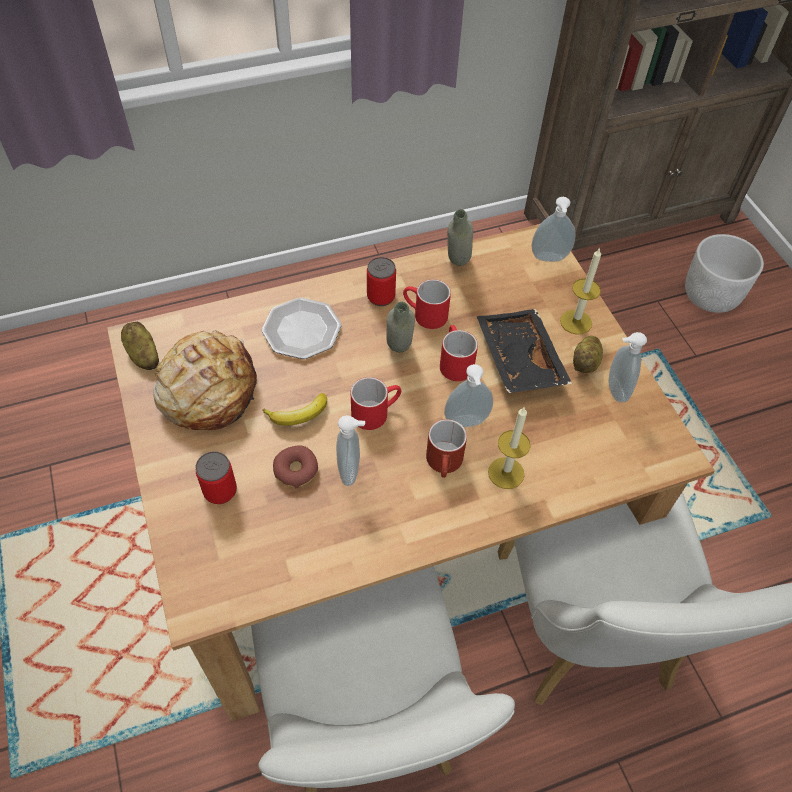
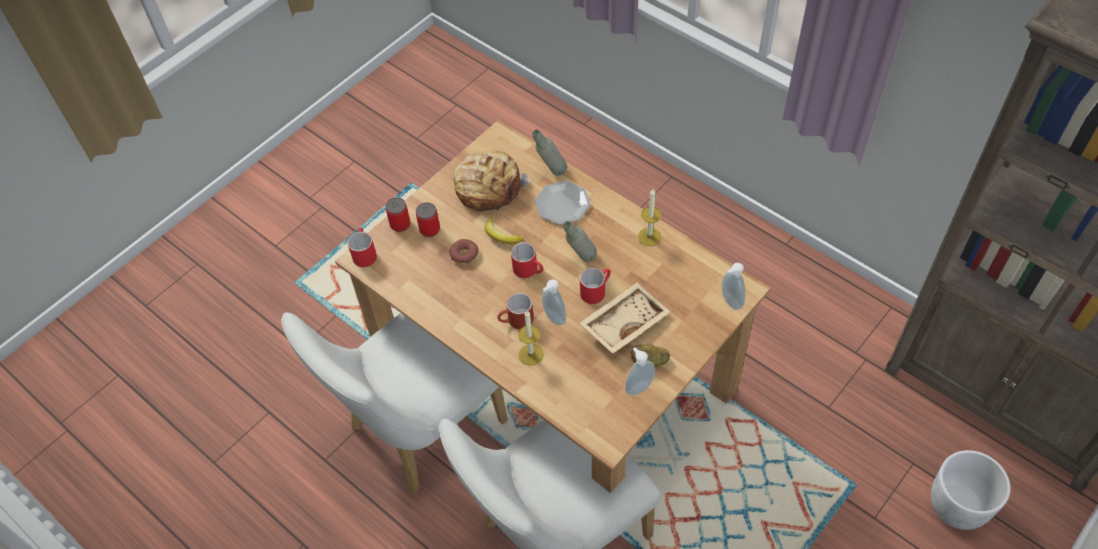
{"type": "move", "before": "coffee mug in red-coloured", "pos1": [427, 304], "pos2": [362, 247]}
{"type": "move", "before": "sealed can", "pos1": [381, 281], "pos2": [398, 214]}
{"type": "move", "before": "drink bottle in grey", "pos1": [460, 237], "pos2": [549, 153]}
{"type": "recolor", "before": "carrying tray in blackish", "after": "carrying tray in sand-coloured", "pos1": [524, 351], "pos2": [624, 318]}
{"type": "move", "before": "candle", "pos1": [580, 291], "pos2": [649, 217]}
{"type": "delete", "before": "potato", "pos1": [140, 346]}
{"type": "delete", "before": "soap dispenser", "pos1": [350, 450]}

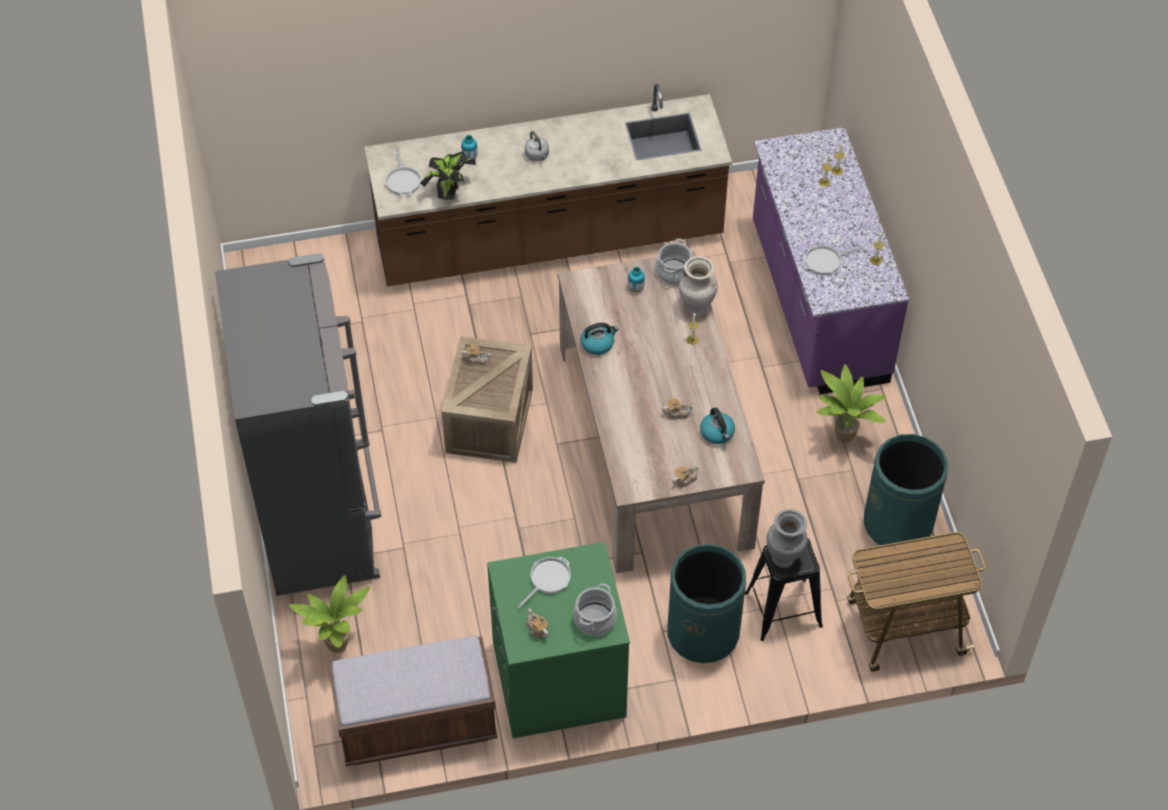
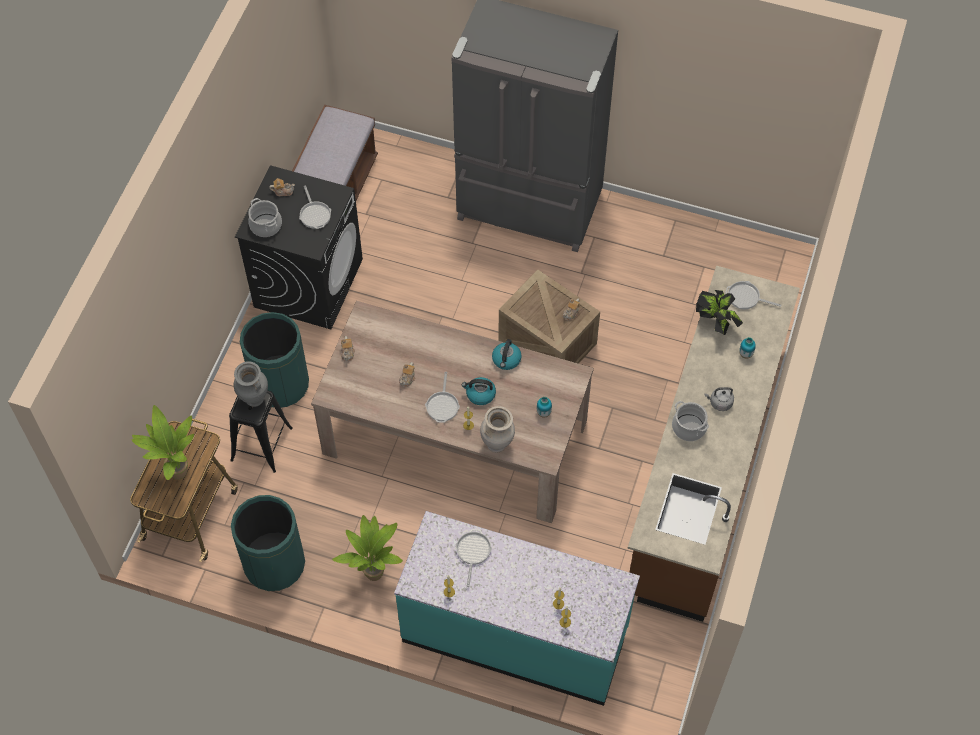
{"type": "move", "before": "potted plant", "pos1": [329, 614], "pos2": [162, 442]}
{"type": "recolor", "before": "washing machine in green-coloured", "after": "washing machine in blackish", "pos1": [558, 640], "pos2": [299, 247]}
{"type": "recolor", "before": "kitchen base unit in purple-coloured", "after": "kitchen base unit in turquoise", "pos1": [831, 260], "pos2": [517, 608]}
{"type": "insert", "after": "pan", "pos2": [442, 397]}
{"type": "move", "before": "water kettle", "pos1": [717, 426], "pos2": [479, 391]}
{"type": "move", "before": "cooking pot", "pos1": [673, 261], "pos2": [690, 421]}

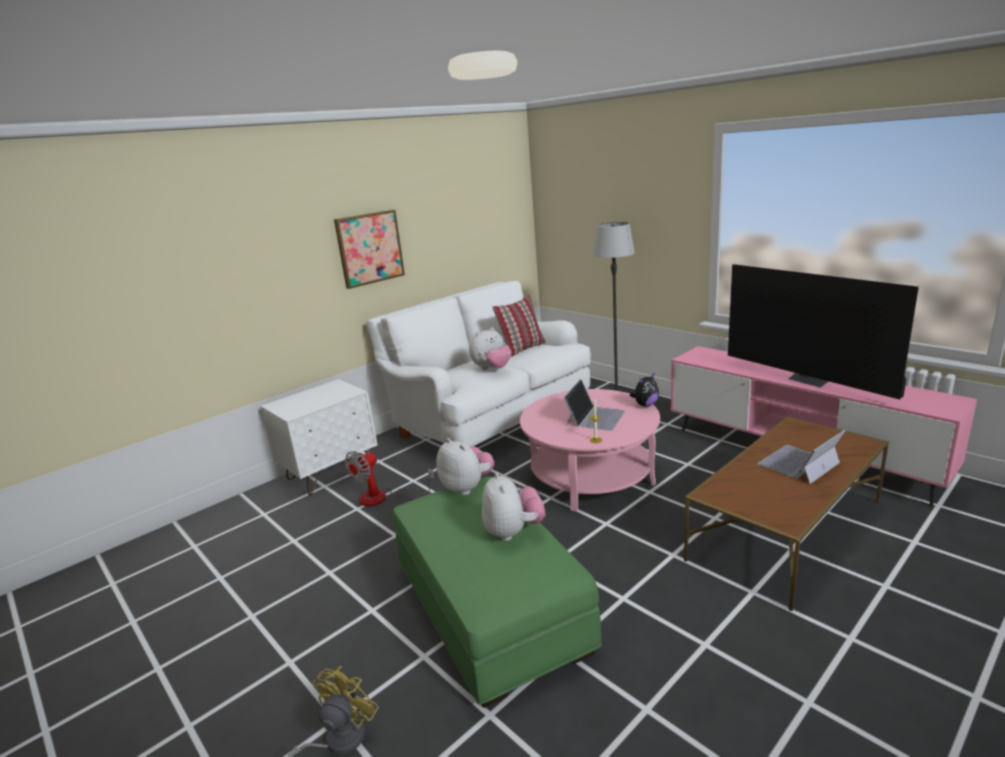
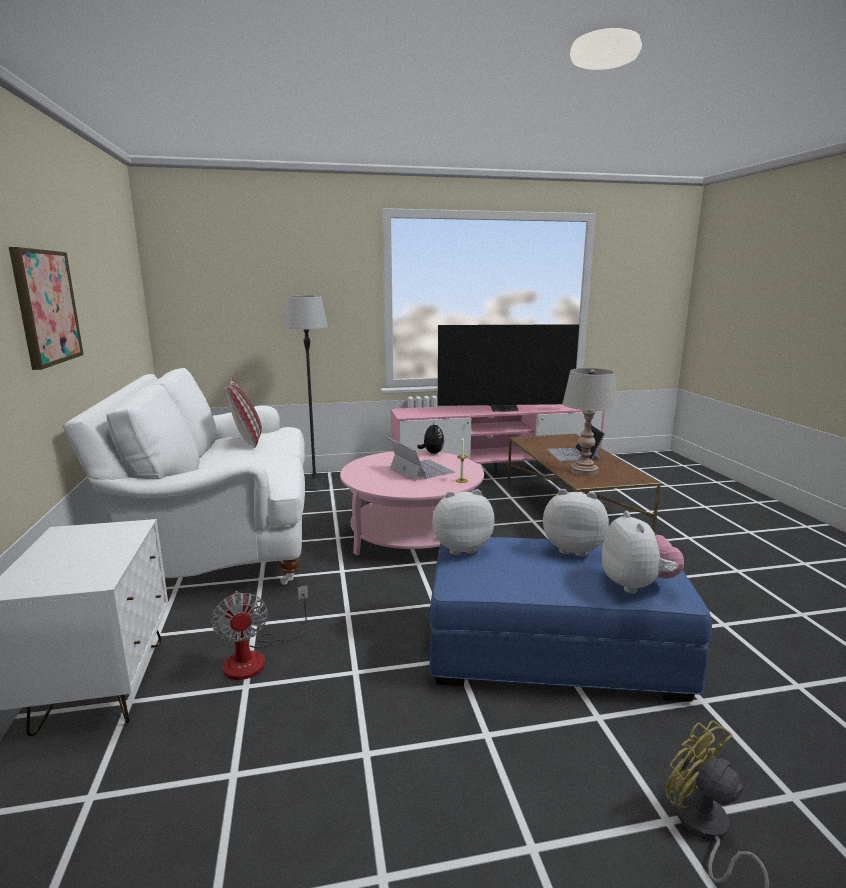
{"type": "recolor", "before": "ottoman in green-coloured", "after": "ottoman in blue-coloured", "pos1": [497, 592], "pos2": [570, 619]}
{"type": "insert", "after": "table lamp in grey", "pos2": [590, 422]}
{"type": "move", "before": "plush toy", "pos1": [490, 348], "pos2": [643, 552]}

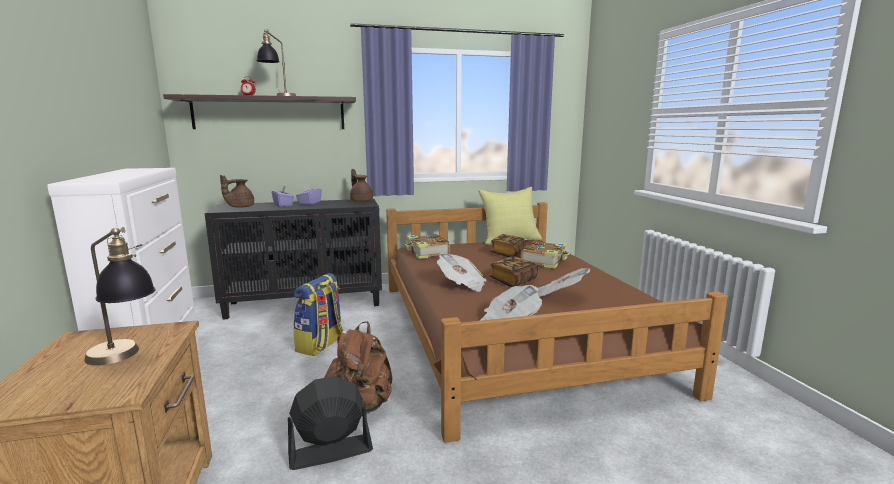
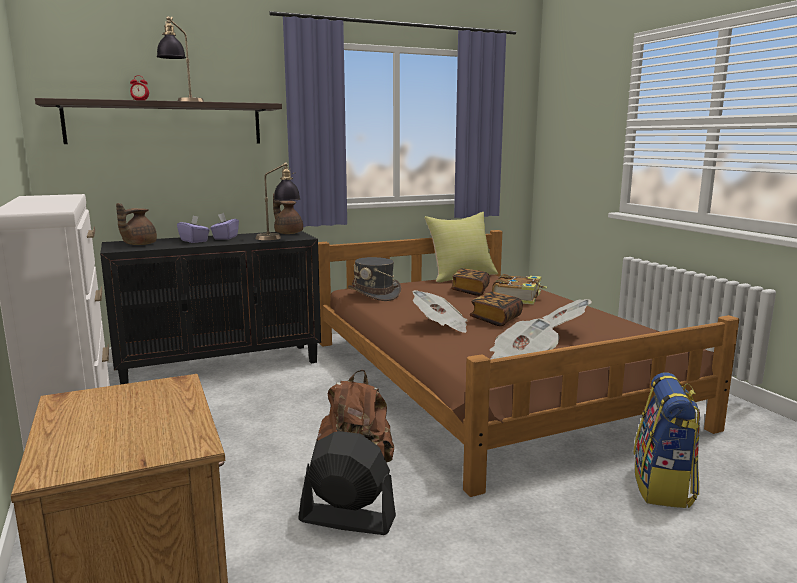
{"type": "move", "before": "table lamp", "pos1": [120, 296], "pos2": [277, 201]}
{"type": "rotate", "before": "fan in blackish", "pos1": [330, 423], "pos2": [347, 483], "turn": 45}
{"type": "replace", "before": "book", "after": "hat in grey", "pos1": [427, 246], "pos2": [374, 279]}
{"type": "move", "before": "knapsack", "pos1": [319, 314], "pos2": [667, 440]}

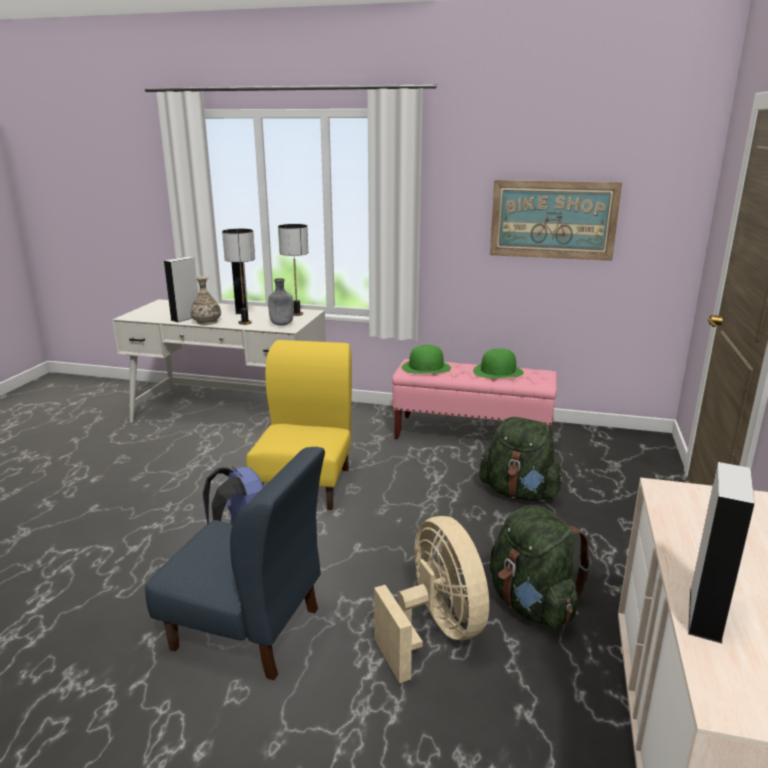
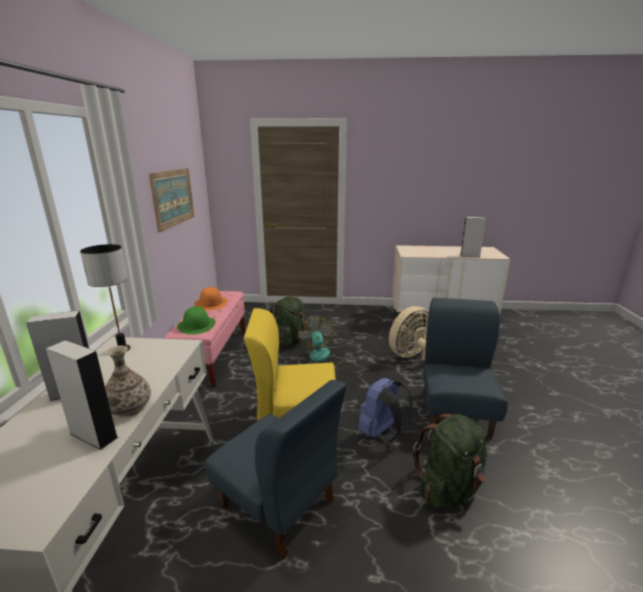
{"type": "recolor", "before": "hat in green-coloured", "after": "hat in orange-coloured", "pos1": [498, 363], "pos2": [211, 298]}
{"type": "insert", "after": "plain chair in blue-coloured", "pos2": [275, 470]}
{"type": "insert", "after": "fan", "pos2": [320, 341]}
{"type": "move", "before": "knapsack in green-coloured", "pos1": [540, 567], "pos2": [449, 461]}
{"type": "delete", "before": "table lamp", "pos1": [238, 277]}
{"type": "delete", "before": "drink bottle in grey", "pos1": [281, 301]}

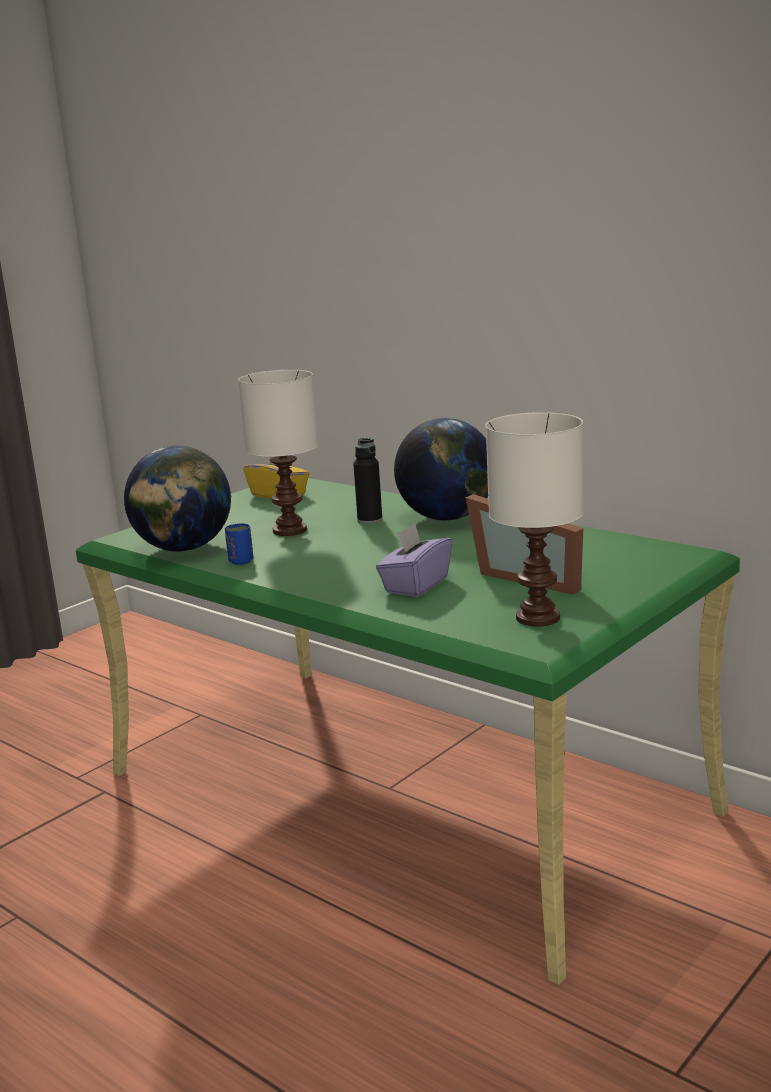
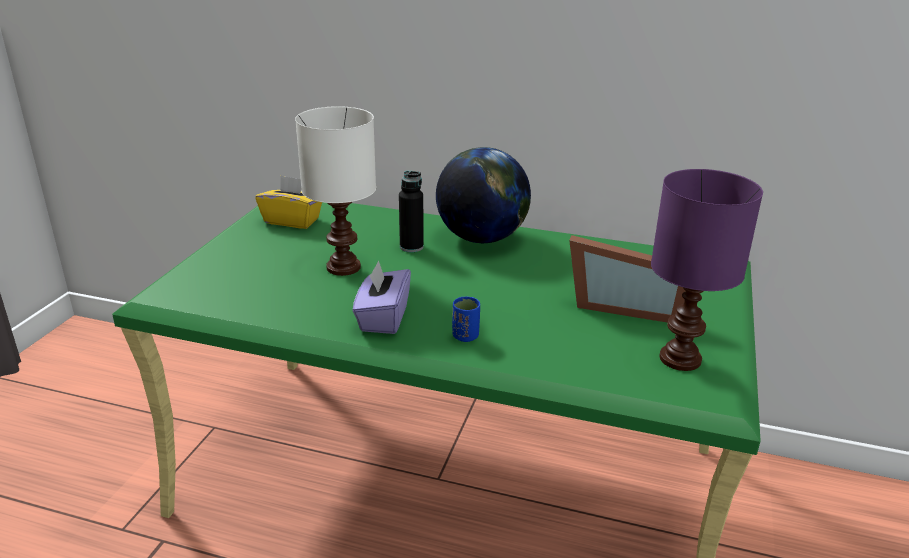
{"type": "move", "before": "tissue holder in purple-coloured", "pos1": [414, 560], "pos2": [382, 297]}
{"type": "move", "before": "cup in blue-coloured", "pos1": [239, 544], "pos2": [466, 319]}
{"type": "recolor", "before": "table lamp in white-coloured", "after": "table lamp in purple-coloured", "pos1": [534, 519], "pos2": [707, 270]}
{"type": "delete", "before": "globe", "pos1": [177, 499]}

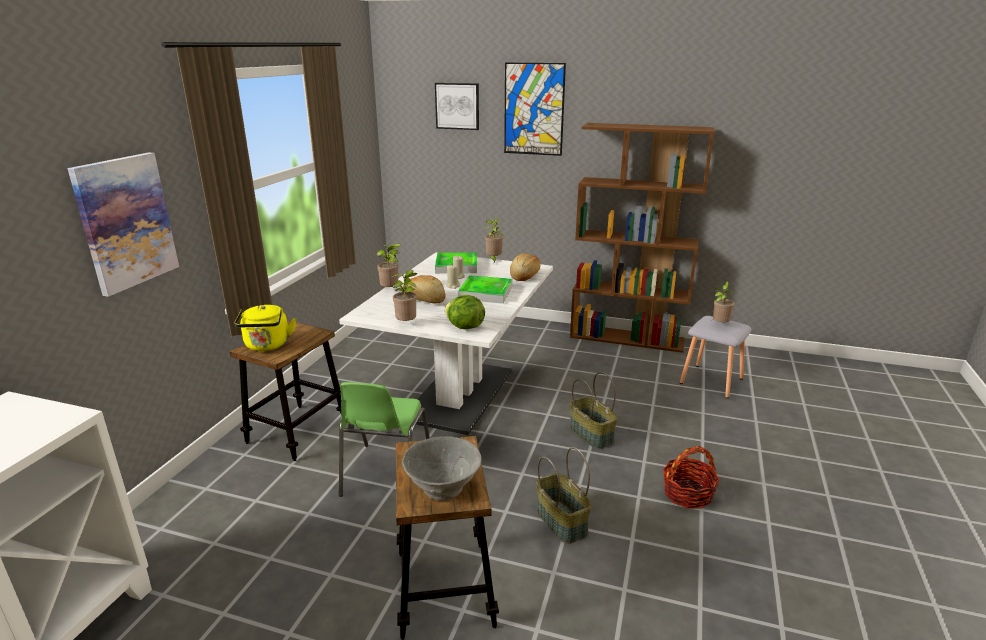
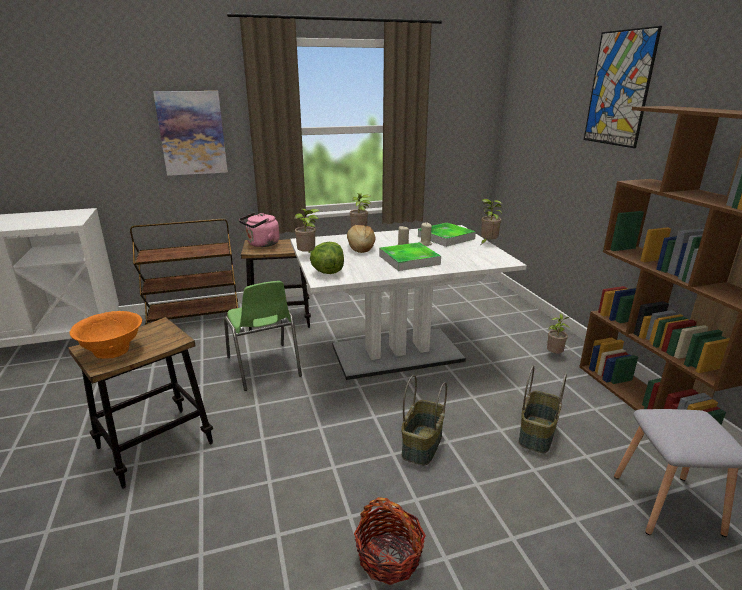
{"type": "recolor", "before": "serving bowl in grey", "after": "serving bowl in orange-coloured", "pos1": [442, 468], "pos2": [106, 335]}
{"type": "insert", "after": "cart in brown-coloured", "pos2": [184, 272]}
{"type": "rotate", "before": "plain chair in green-coloured", "pos1": [384, 439], "pos2": [263, 336], "turn": -90}
{"type": "recolor", "before": "water kettle in yellow-coloured", "after": "water kettle in pink-coloured", "pos1": [265, 328], "pos2": [259, 229]}
{"type": "move", "before": "household basket", "pos1": [564, 495], "pos2": [543, 409]}
{"type": "move", "before": "potted plant", "pos1": [724, 301], "pos2": [558, 333]}
{"type": "delete", "before": "wall picture", "pos1": [457, 106]}
{"type": "delete", "before": "baked bread", "pos1": [525, 267]}

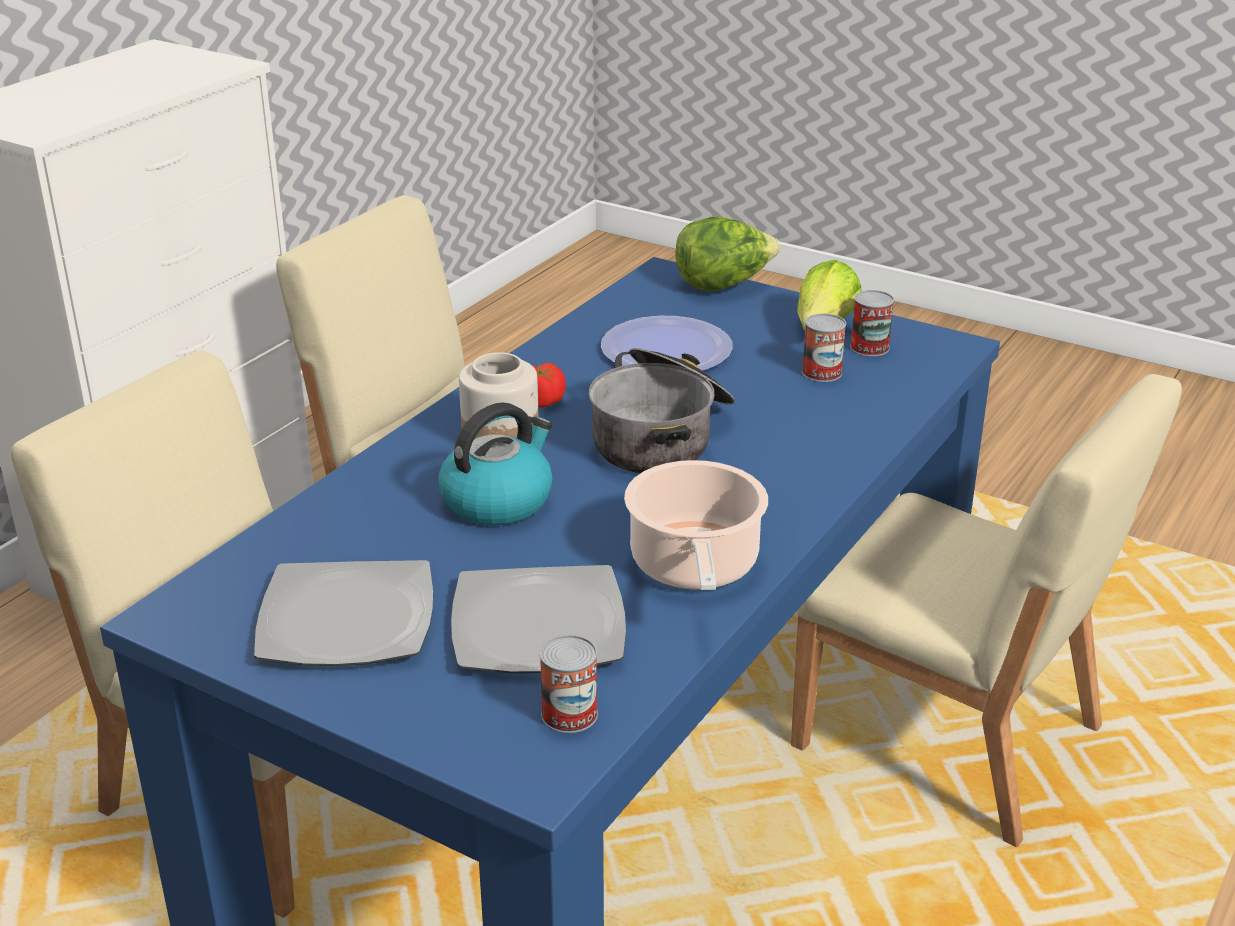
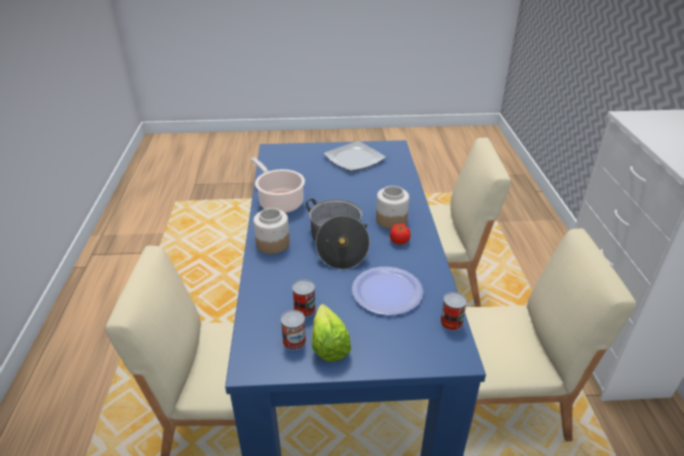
{"type": "insert", "after": "storage jar", "pos2": [271, 231]}
{"type": "move", "before": "sealed can", "pos1": [568, 684], "pos2": [453, 311]}
{"type": "delete", "before": "water kettle", "pos1": [495, 464]}
{"type": "delete", "before": "plate", "pos1": [538, 619]}
{"type": "delete", "before": "lettuce", "pos1": [728, 253]}

